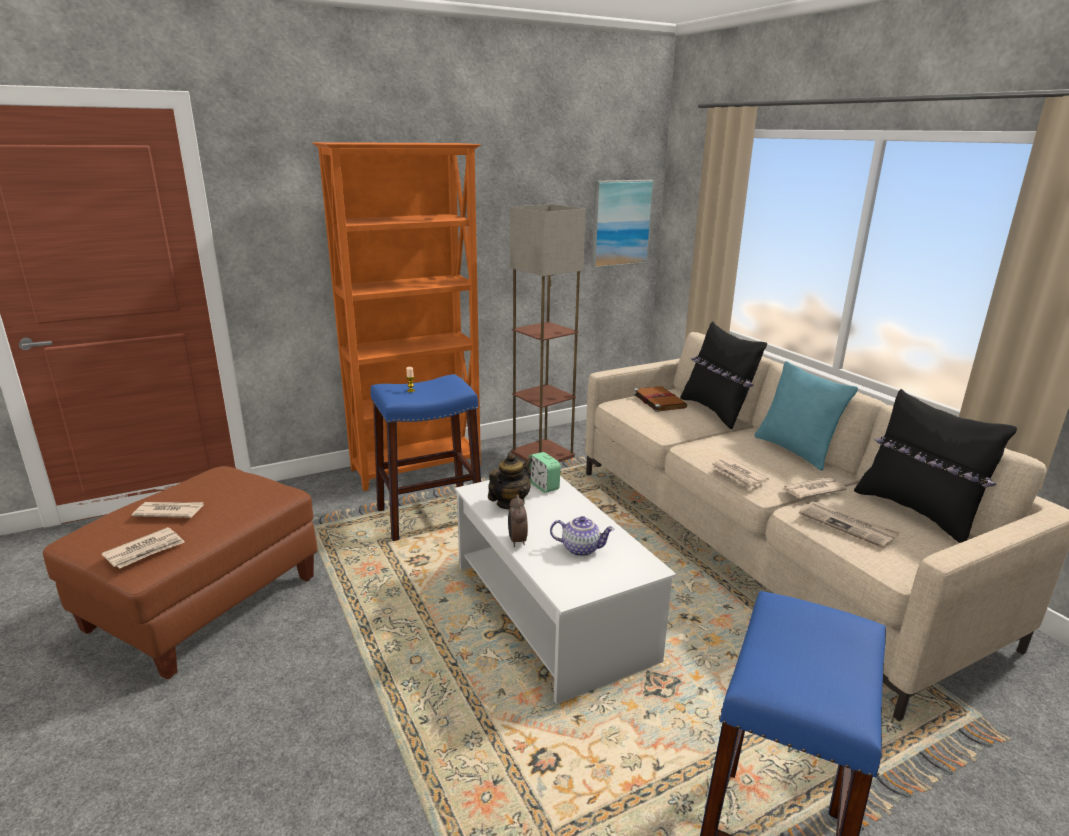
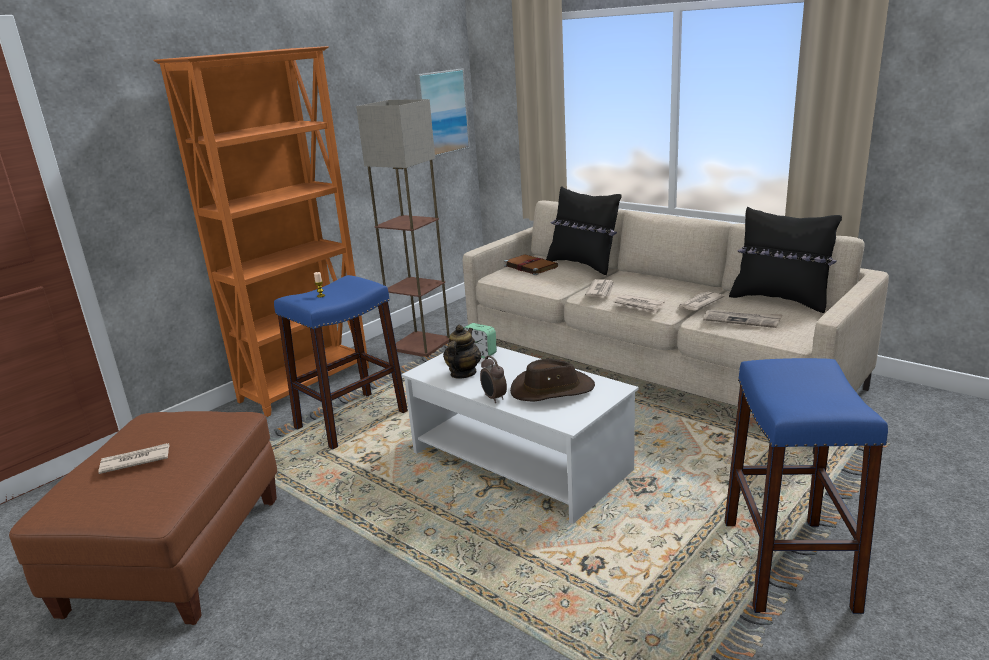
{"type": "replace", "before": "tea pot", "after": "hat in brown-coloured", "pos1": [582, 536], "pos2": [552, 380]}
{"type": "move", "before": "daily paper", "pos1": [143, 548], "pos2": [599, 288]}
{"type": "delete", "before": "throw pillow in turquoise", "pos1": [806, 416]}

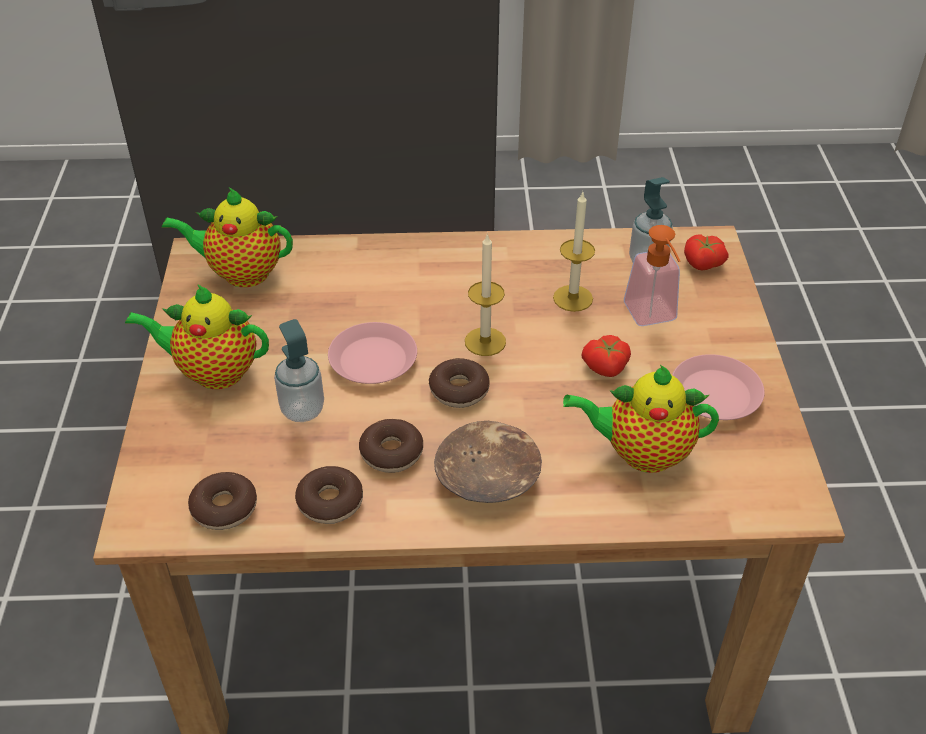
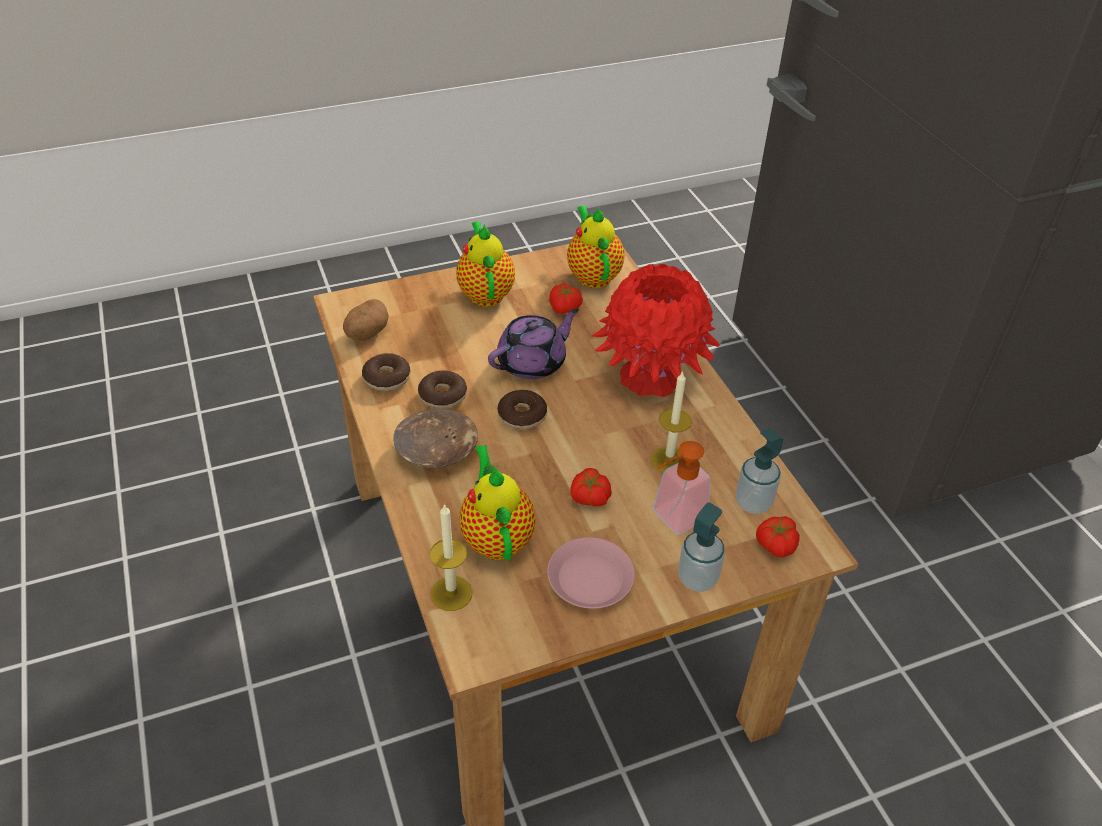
{"type": "replace", "before": "ring doughnut", "after": "potato", "pos1": [222, 501], "pos2": [366, 320]}
{"type": "move", "before": "candle", "pos1": [485, 294], "pos2": [451, 557]}
{"type": "replace", "before": "plate in pink-coloured", "after": "tea pot in purple-coloured", "pos1": [372, 353], "pos2": [533, 343]}
{"type": "insert", "after": "tomato", "pos2": [566, 298]}
{"type": "insert", "after": "vase in red-coloured", "pos2": [655, 330]}
{"type": "move", "before": "soap dispenser", "pos1": [299, 370], "pos2": [701, 547]}

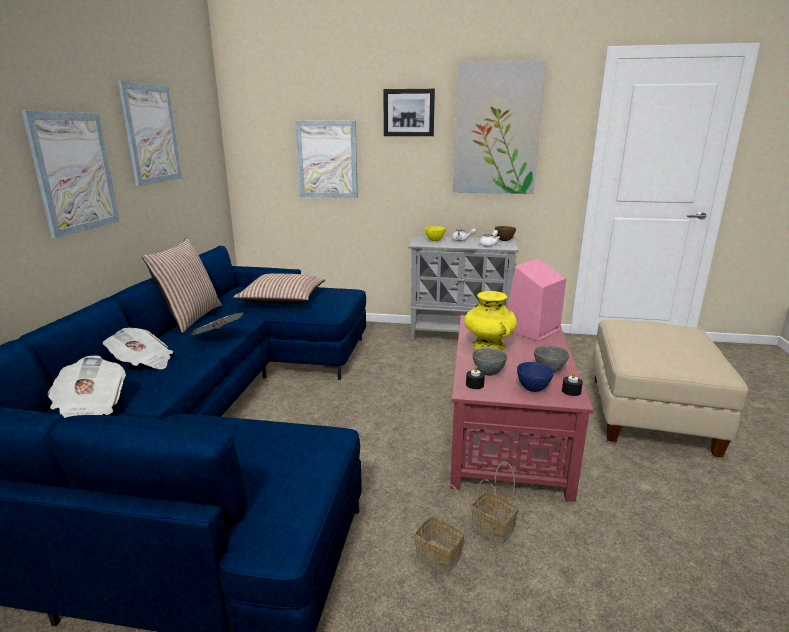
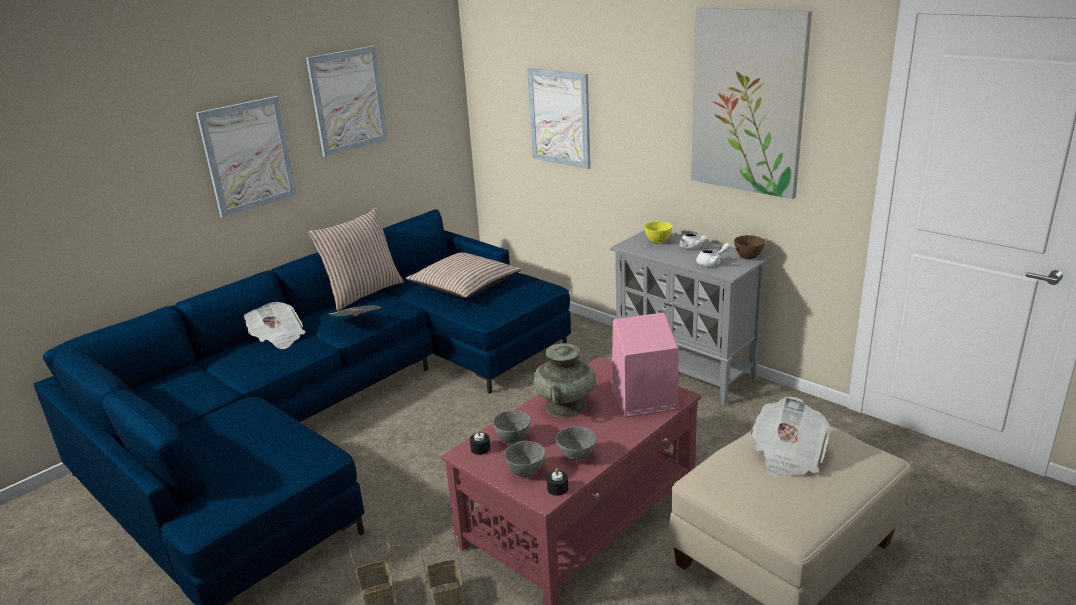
{"type": "recolor", "before": "serving bowl in blue-coloured", "after": "serving bowl in grey", "pos1": [535, 377], "pos2": [525, 459]}
{"type": "recolor", "before": "vase in yellow-coloured", "after": "vase in turquoise", "pos1": [490, 321], "pos2": [564, 380]}
{"type": "move", "before": "daily paper", "pos1": [87, 386], "pos2": [791, 437]}
{"type": "delete", "before": "wall picture", "pos1": [409, 112]}

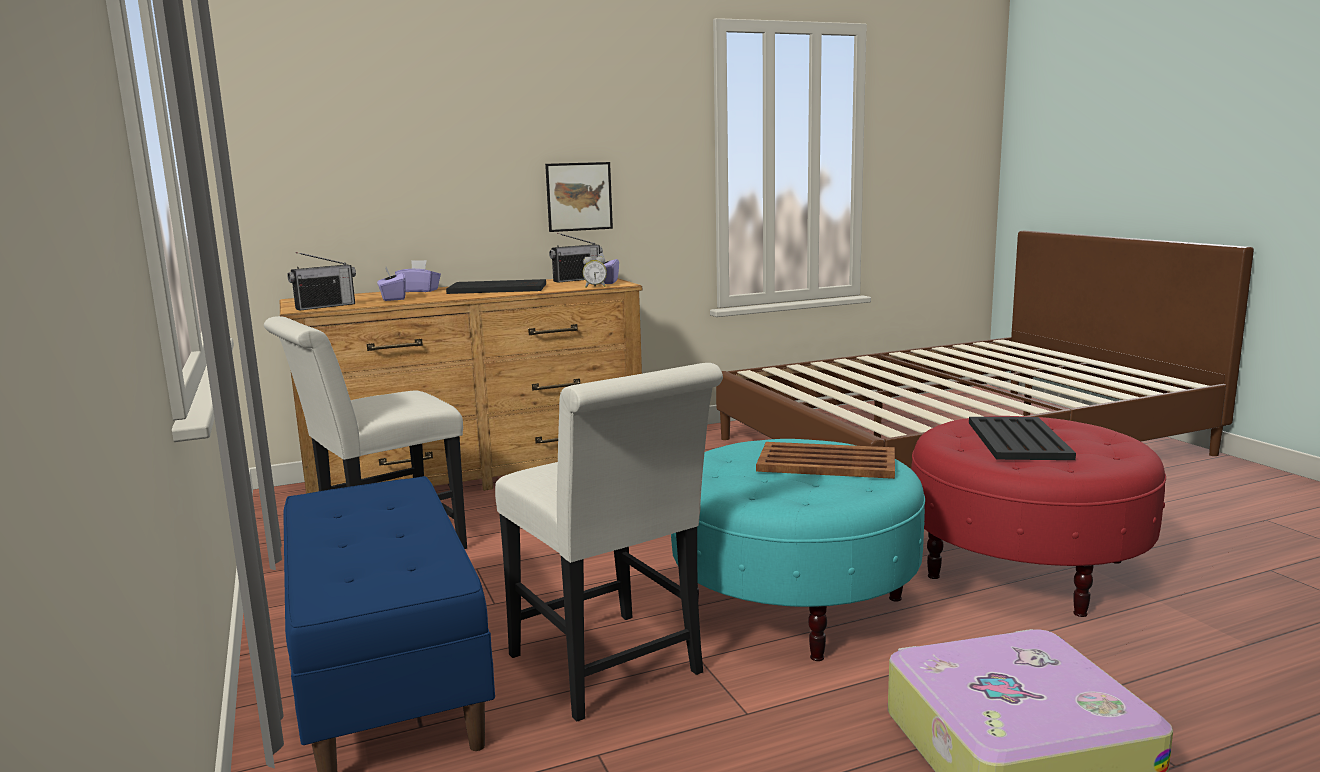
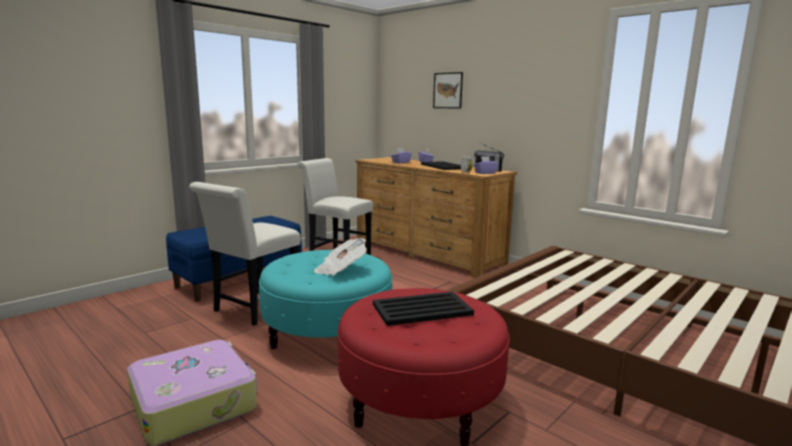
{"type": "replace", "before": "carrying tray in brown-coloured", "after": "daily paper", "pos1": [825, 460], "pos2": [340, 257]}
{"type": "move", "before": "wall picture", "pos1": [579, 197], "pos2": [448, 90]}
{"type": "delete", "before": "radio", "pos1": [321, 281]}

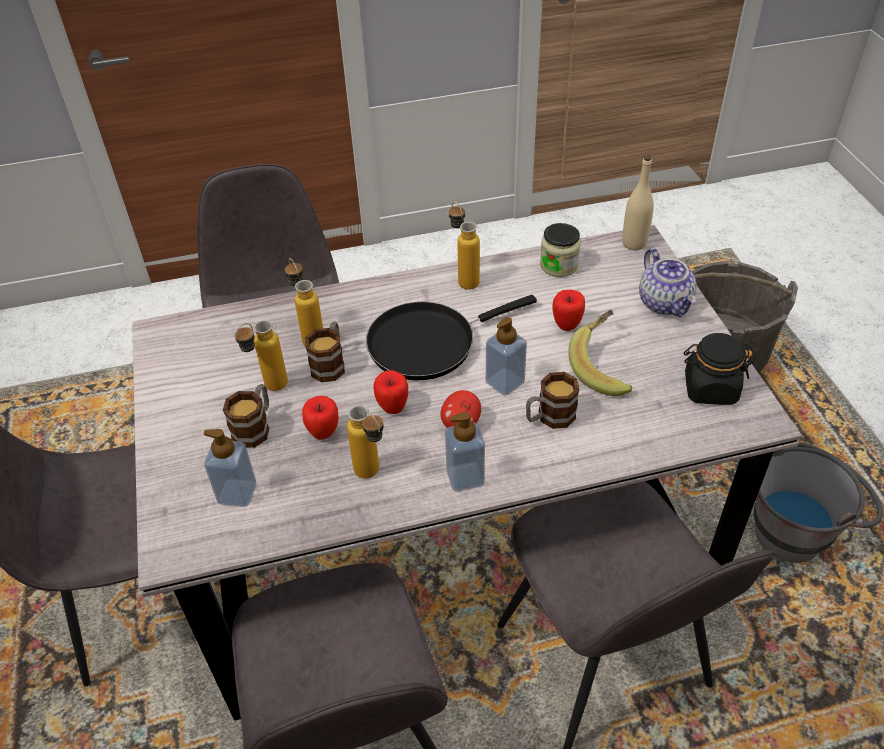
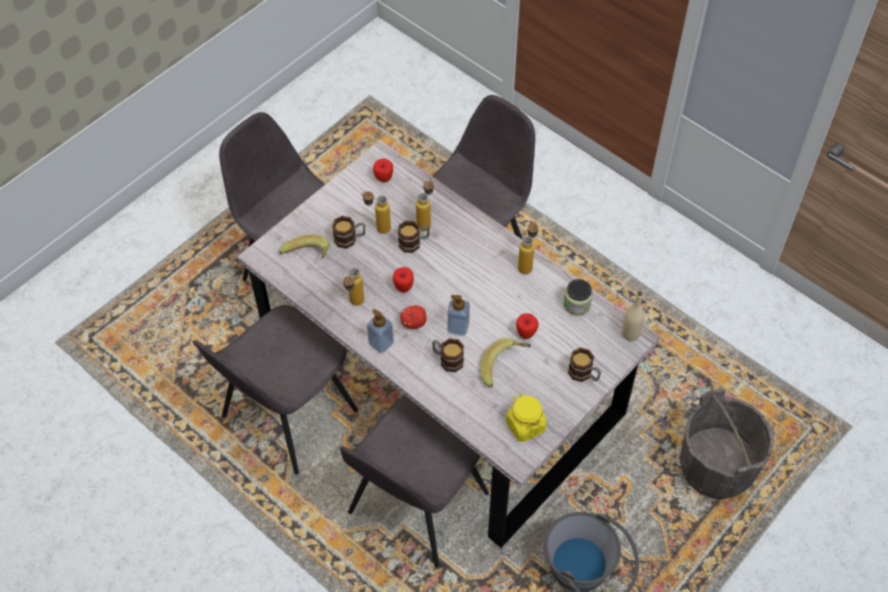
{"type": "replace", "before": "soap dispenser", "after": "banana", "pos1": [230, 468], "pos2": [304, 247]}
{"type": "move", "before": "apple", "pos1": [320, 418], "pos2": [383, 170]}
{"type": "recolor", "before": "storage jar in blackish", "after": "storage jar in yellow-coloured", "pos1": [718, 369], "pos2": [526, 418]}
{"type": "replace", "before": "tea pot", "after": "coffee mug", "pos1": [668, 282], "pos2": [584, 364]}
{"type": "delete", "before": "pan in blackish", "pos1": [451, 337]}

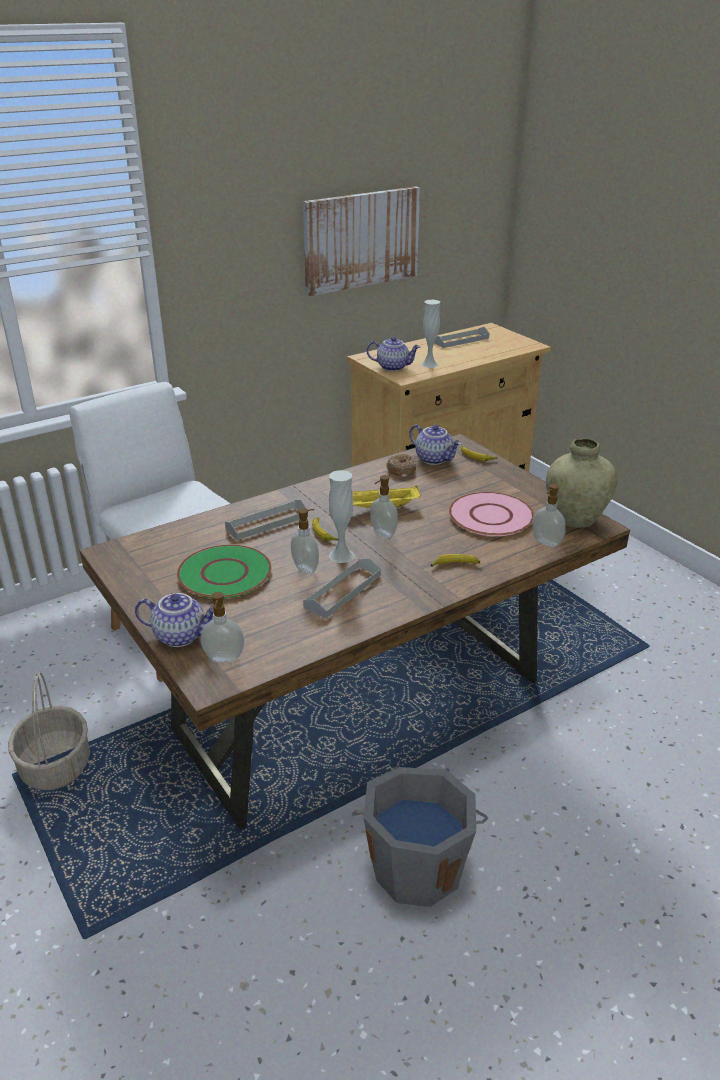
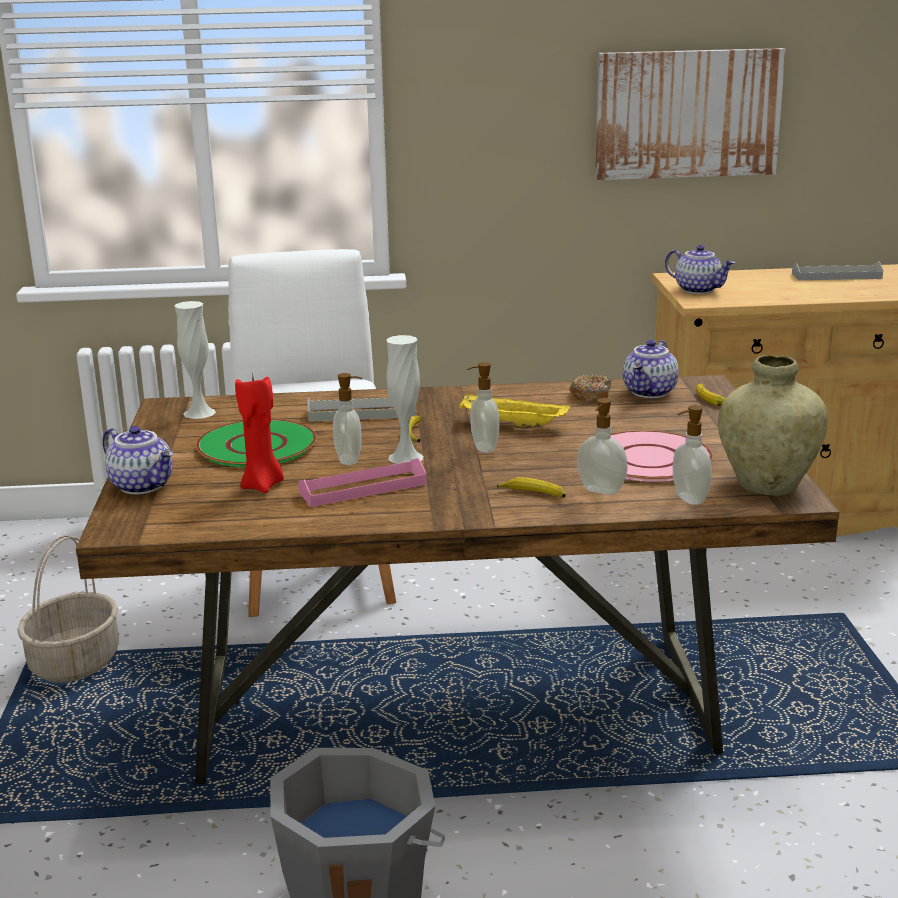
{"type": "move", "before": "vase in white-coloured", "pos1": [430, 334], "pos2": [195, 360]}
{"type": "insert", "after": "candle in red-coloured", "pos2": [259, 433]}
{"type": "recolor", "before": "carrying tray in grey", "after": "carrying tray in pink-coloured", "pos1": [342, 588], "pos2": [362, 482]}
{"type": "move", "before": "soap dispenser", "pos1": [222, 627], "pos2": [602, 446]}
{"type": "rotate", "before": "tea pot", "pos1": [435, 444], "pos2": [651, 369], "turn": 45}

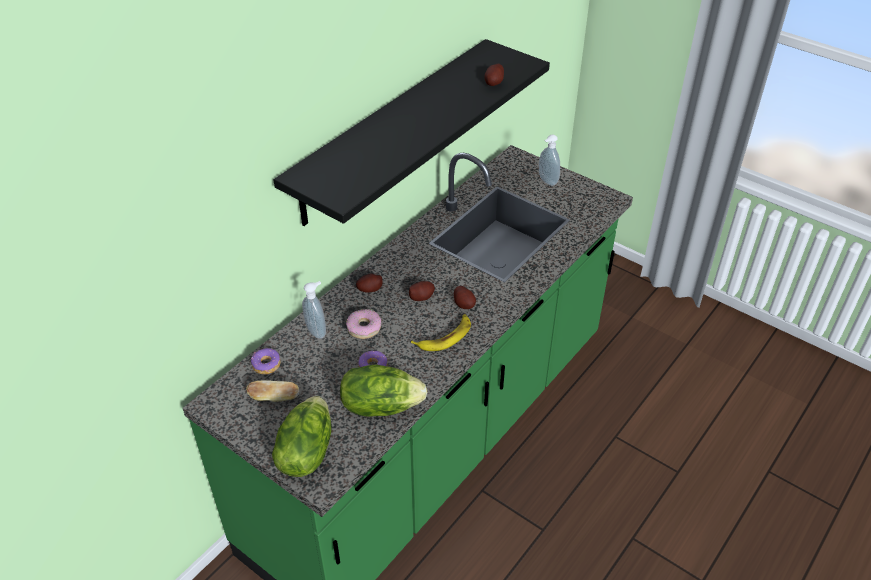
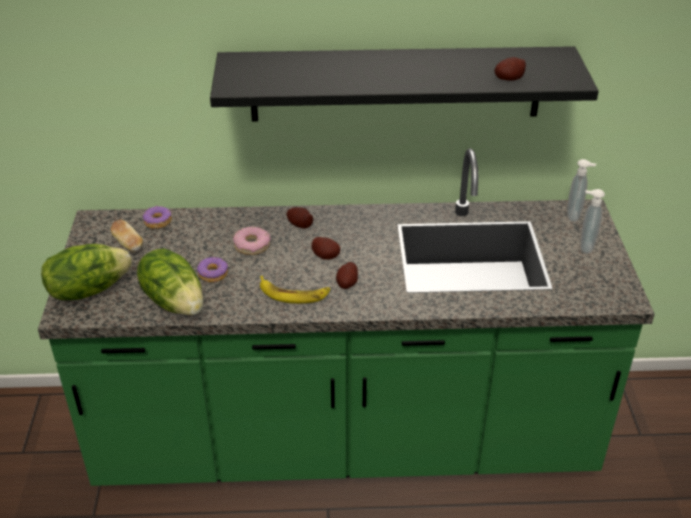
{"type": "move", "before": "soap dispenser", "pos1": [314, 310], "pos2": [582, 190]}

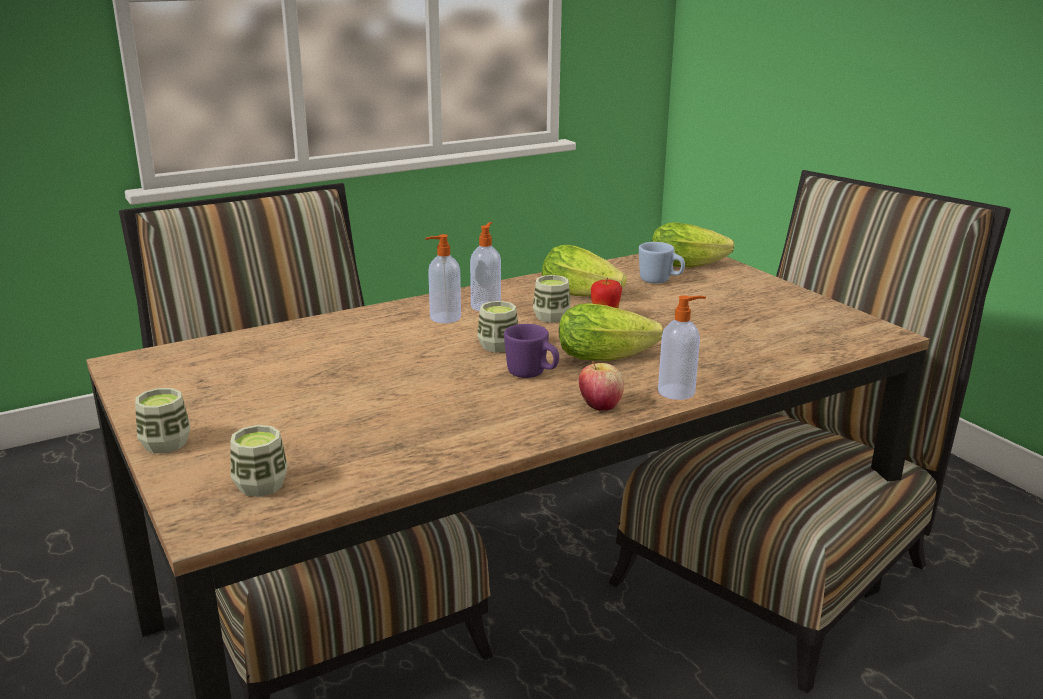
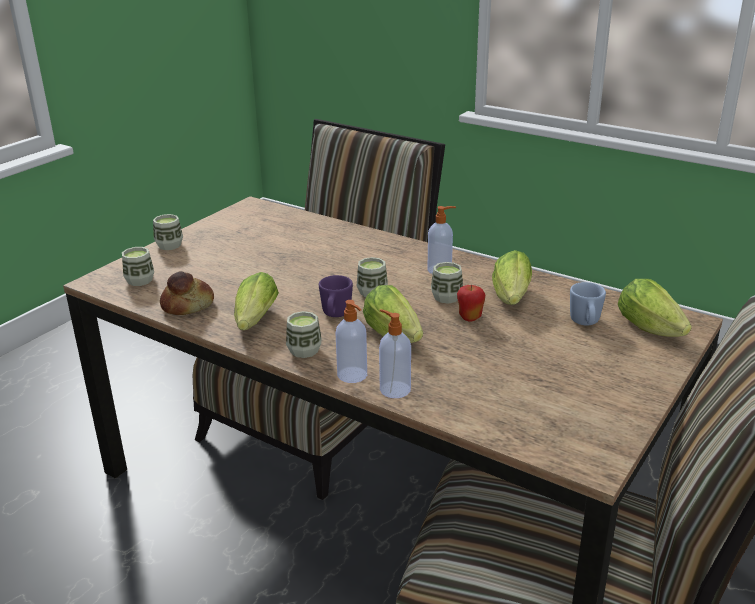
{"type": "insert", "after": "baked bread", "pos2": [187, 293]}
{"type": "insert", "after": "lettuce", "pos2": [256, 301]}
{"type": "replace", "before": "apple", "after": "cup", "pos1": [601, 386], "pos2": [303, 334]}
{"type": "move", "before": "soap dispenser", "pos1": [443, 278], "pos2": [395, 353]}

